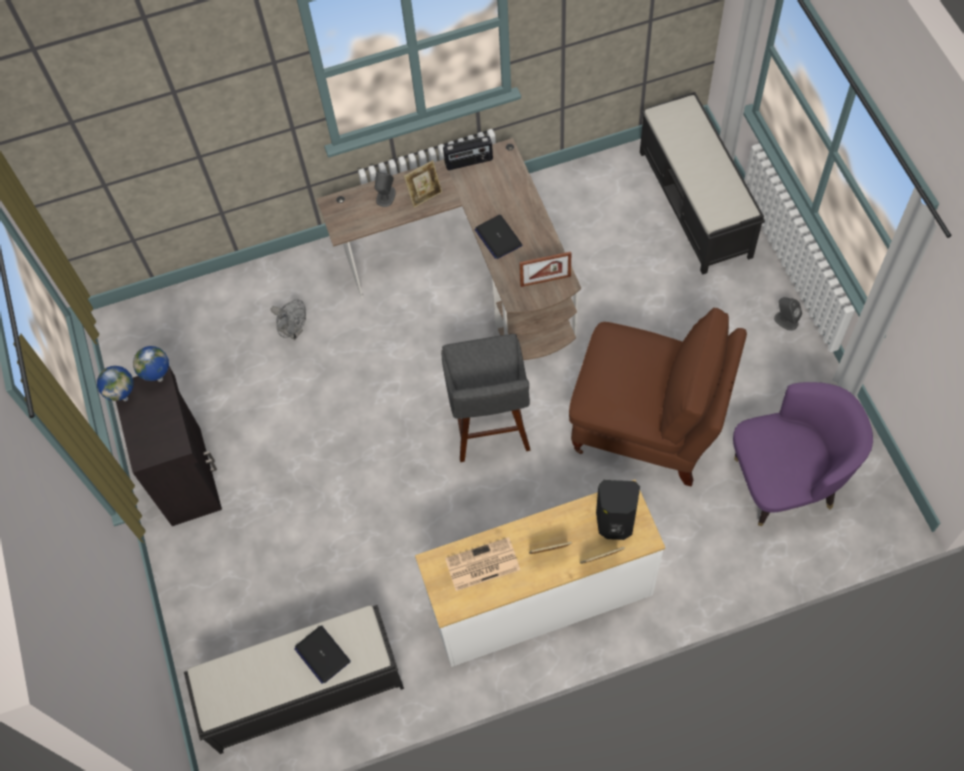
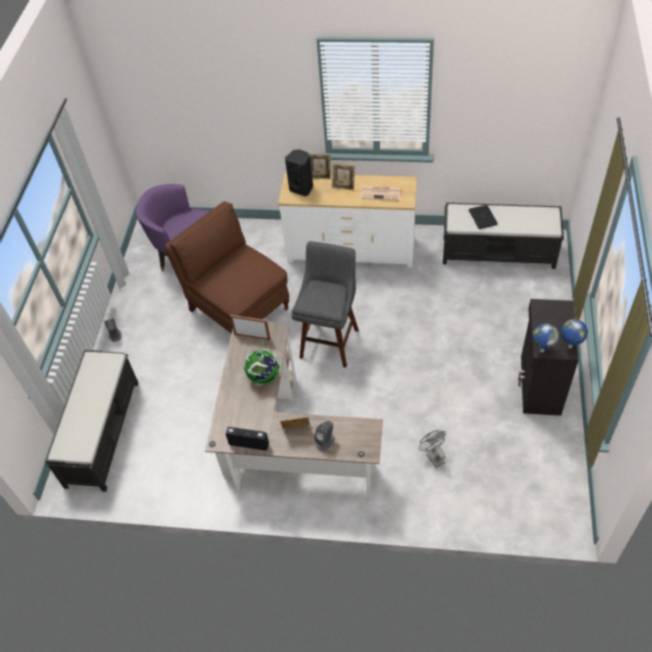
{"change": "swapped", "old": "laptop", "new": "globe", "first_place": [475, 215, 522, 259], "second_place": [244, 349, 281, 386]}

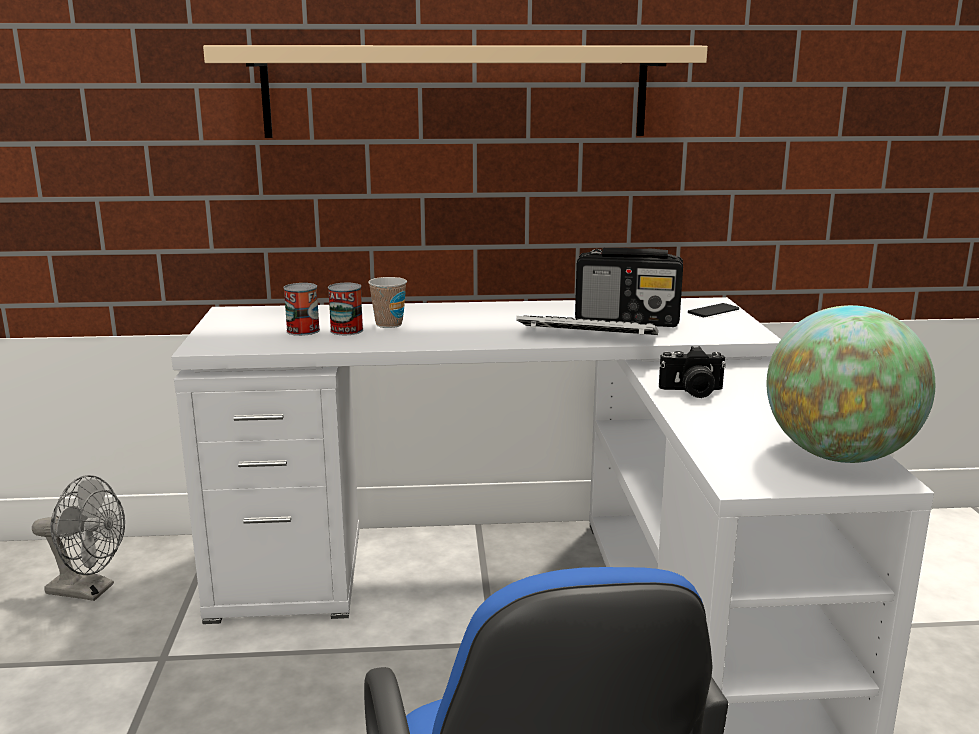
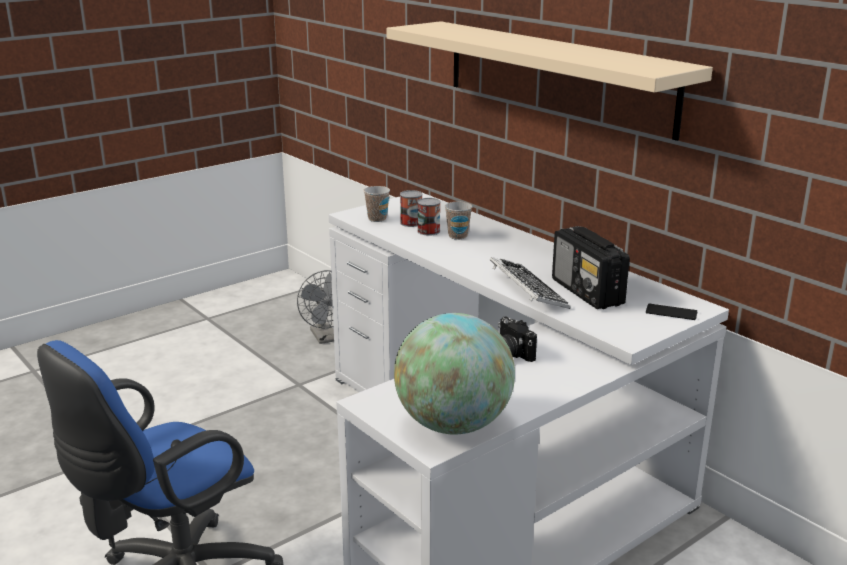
{"change": "new", "new": "cup", "second_place": [363, 186, 390, 222]}

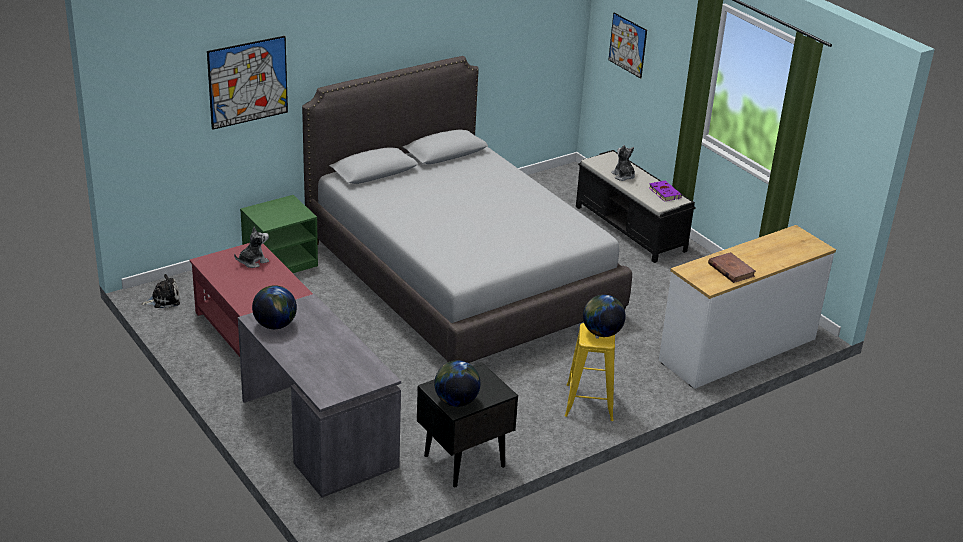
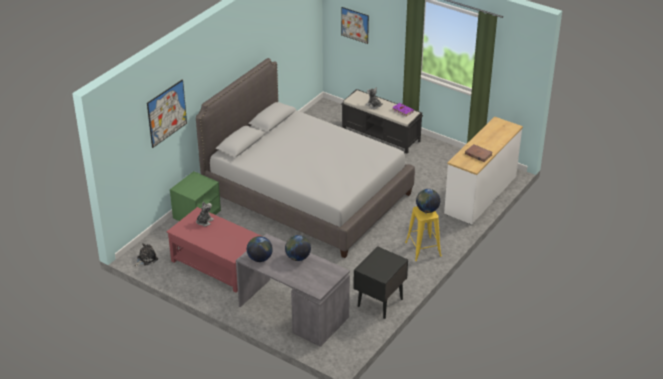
{"change": "shifted", "old": "globe", "first_place": [434, 360, 480, 407], "second_place": [285, 235, 311, 261]}

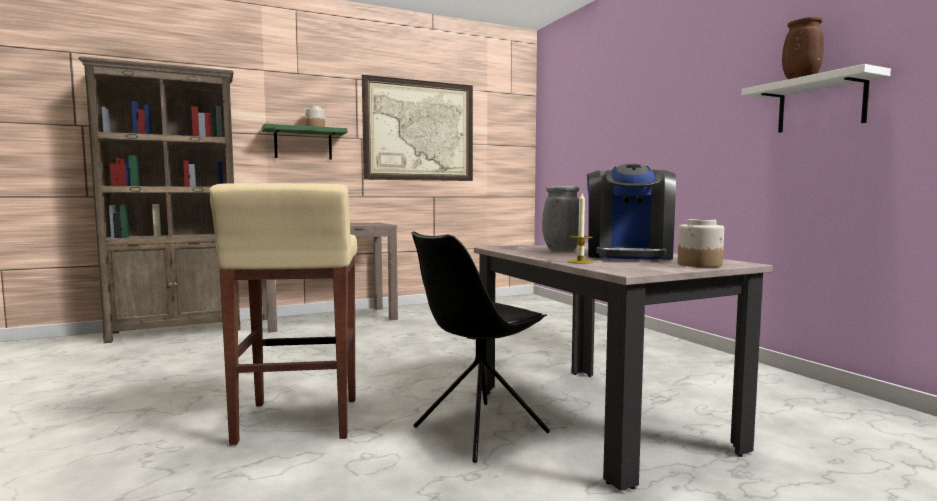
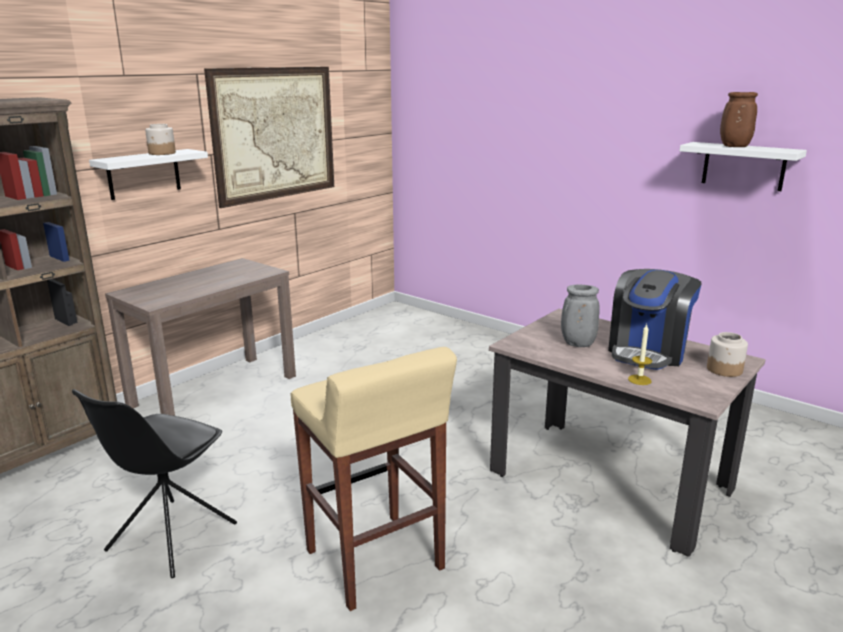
{"change": "repainted", "old": "green shelf", "new": "white shelf", "first_place": [262, 124, 347, 160], "second_place": [89, 149, 208, 200]}
{"change": "rotated", "old": "coffee machine", "first_place": [587, 163, 676, 260], "second_place": [608, 269, 701, 370], "degrees": 45}
{"change": "shifted", "old": "black chair", "first_place": [411, 231, 550, 463], "second_place": [72, 389, 237, 578]}

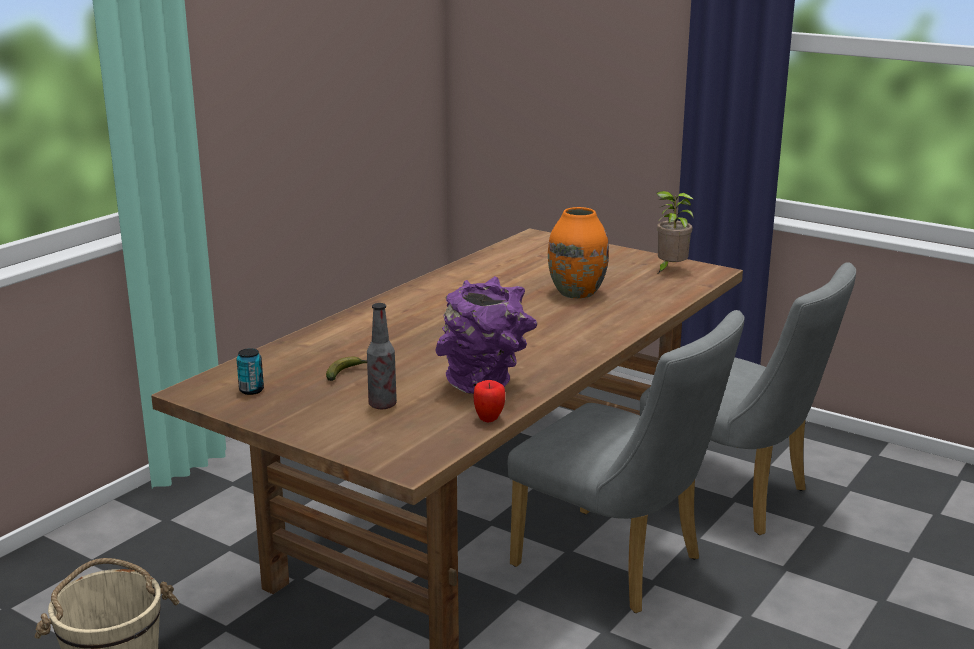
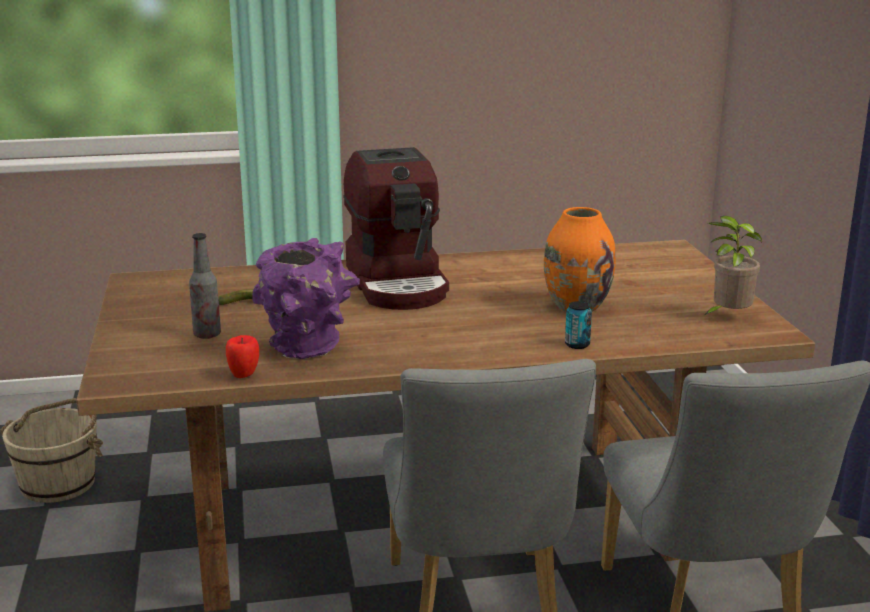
{"change": "shifted", "old": "can", "first_place": [236, 348, 264, 395], "second_place": [565, 301, 592, 349]}
{"change": "new", "new": "coffee machine", "second_place": [343, 147, 449, 310]}

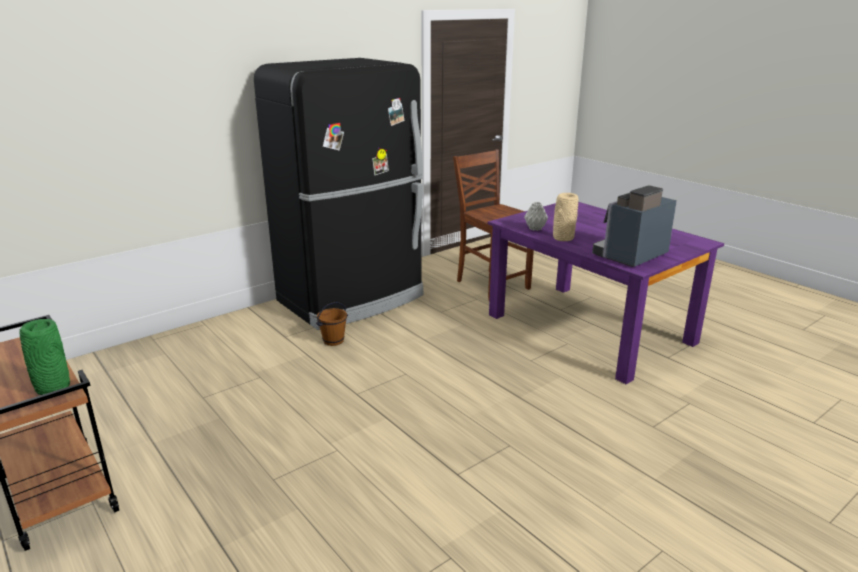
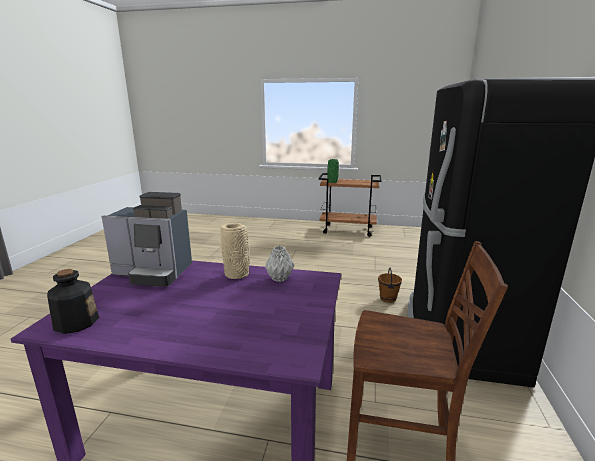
{"change": "rotated", "old": "coffee machine", "first_place": [592, 185, 677, 267], "second_place": [101, 192, 192, 287], "degrees": 90}
{"change": "new", "new": "bottle", "second_place": [47, 269, 99, 334]}

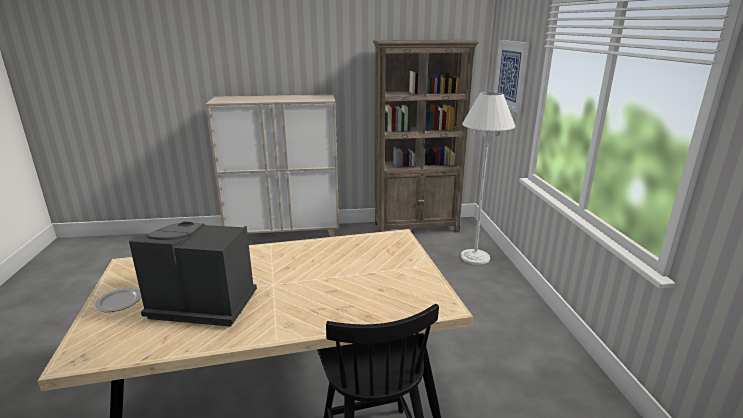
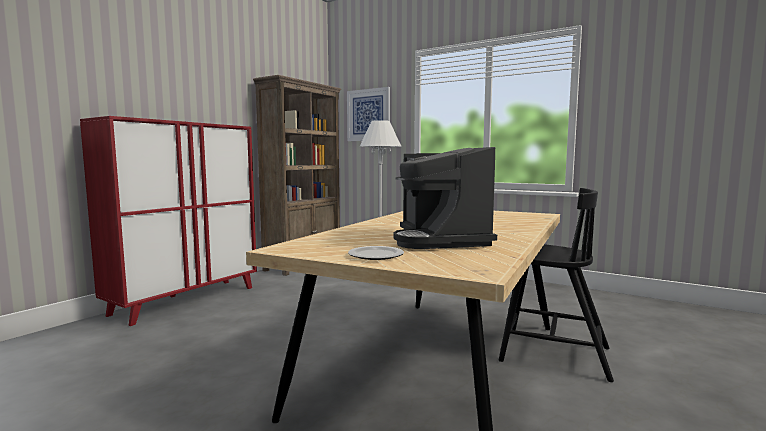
{"change": "repainted", "old": "beige cabinet", "new": "red cabinet", "first_place": [206, 95, 339, 237], "second_place": [80, 116, 257, 326]}
{"change": "rotated", "old": "coffee machine", "first_place": [129, 222, 257, 327], "second_place": [394, 147, 497, 249], "degrees": -60}

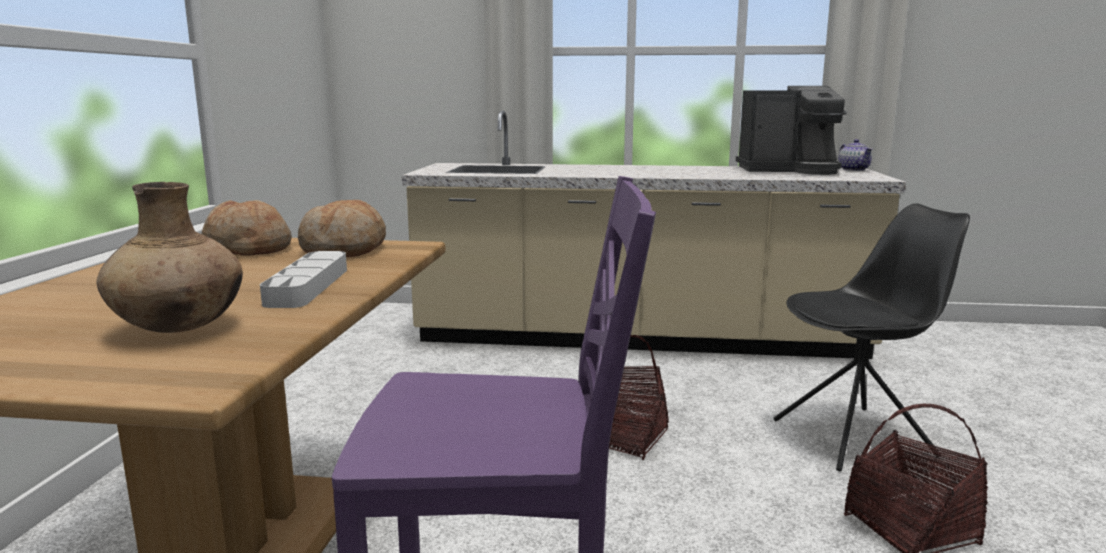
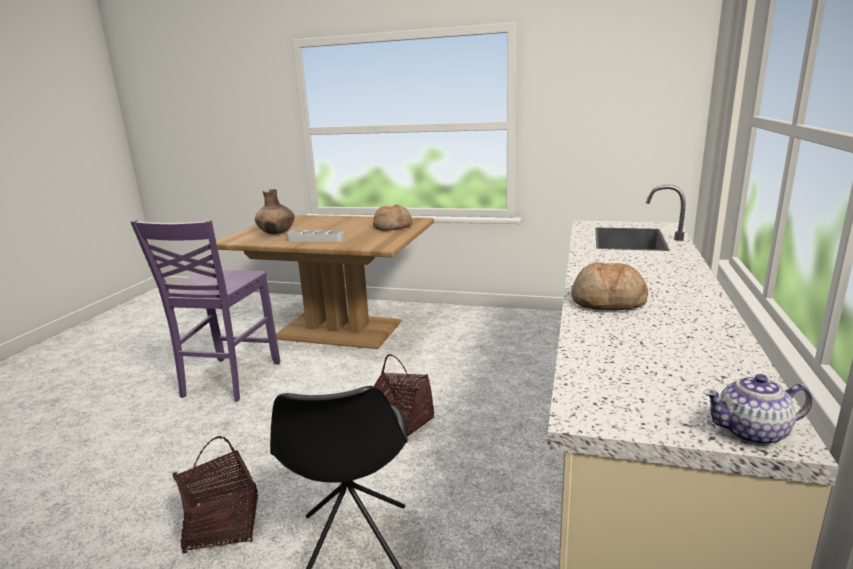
{"change": "gone", "old": "coffee machine", "first_place": [736, 86, 847, 175]}
{"change": "shifted", "old": "bread", "first_place": [298, 200, 386, 257], "second_place": [571, 261, 648, 310]}

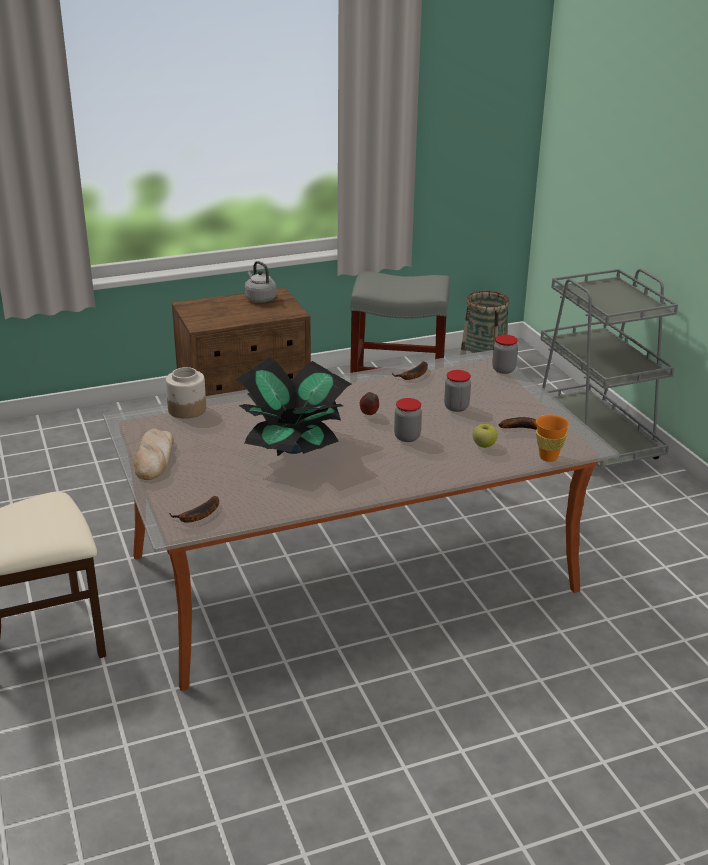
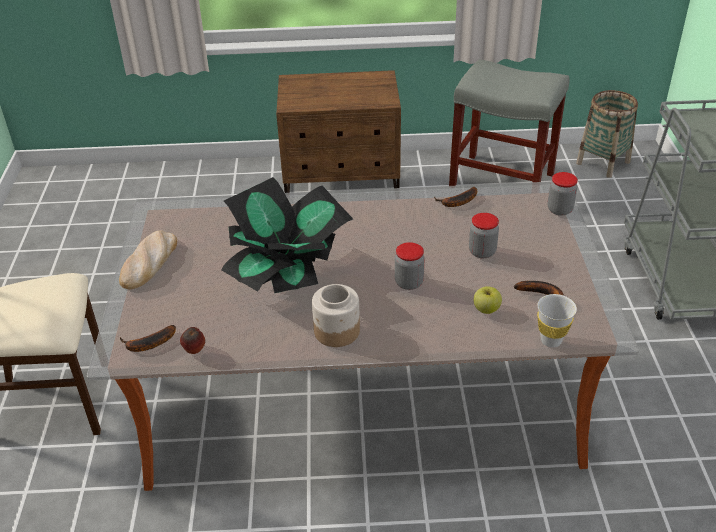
{"change": "gone", "old": "grey kettle", "first_place": [245, 261, 276, 303]}
{"change": "shifted", "old": "jar", "first_place": [166, 367, 206, 419], "second_place": [312, 284, 360, 347]}
{"change": "shifted", "old": "apple", "first_place": [360, 392, 379, 415], "second_place": [180, 327, 205, 354]}
{"change": "repainted", "old": "orange cup", "new": "white cup", "first_place": [536, 415, 569, 462], "second_place": [537, 294, 577, 348]}

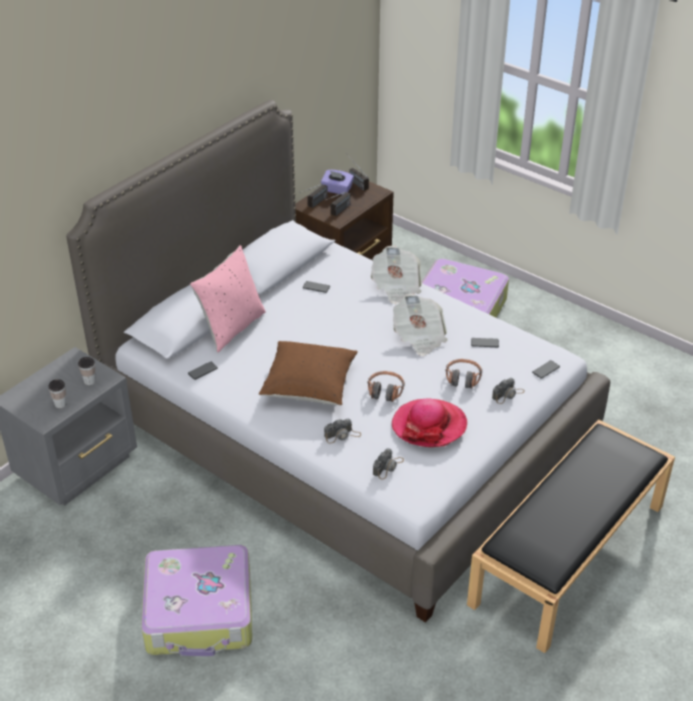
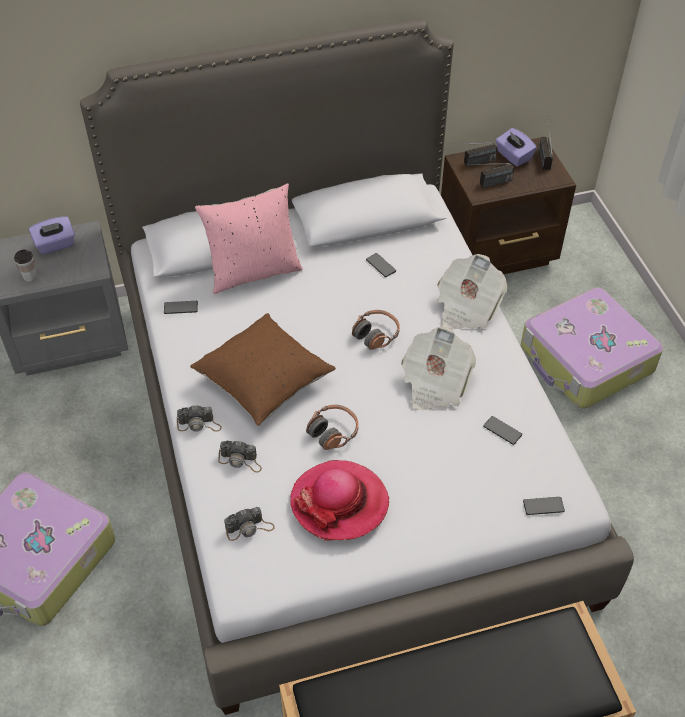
{"change": "gone", "old": "cup", "first_place": [78, 357, 96, 385]}
{"change": "shifted", "old": "headphones", "first_place": [445, 359, 482, 389], "second_place": [352, 310, 400, 350]}
{"change": "shifted", "old": "photo camera", "first_place": [492, 378, 525, 404], "second_place": [176, 406, 222, 432]}
{"change": "new", "new": "purple tissue box", "second_place": [29, 217, 75, 255]}

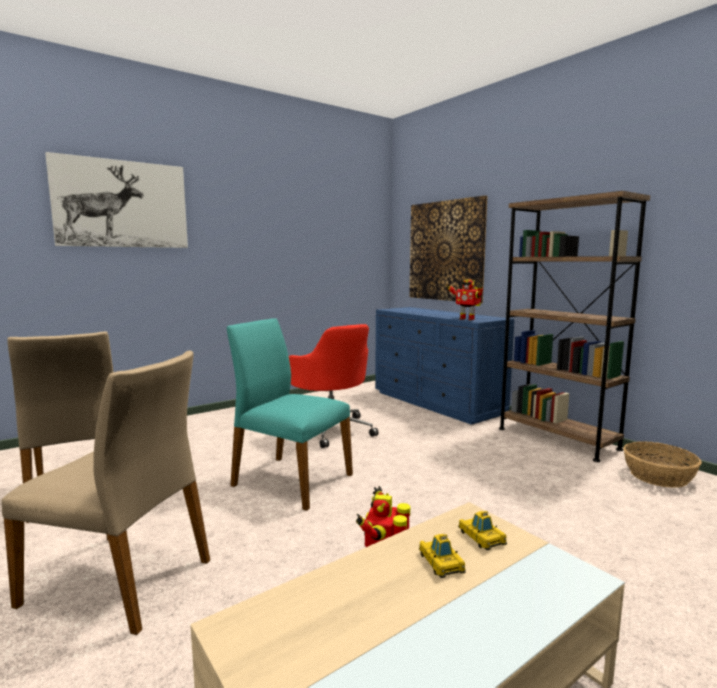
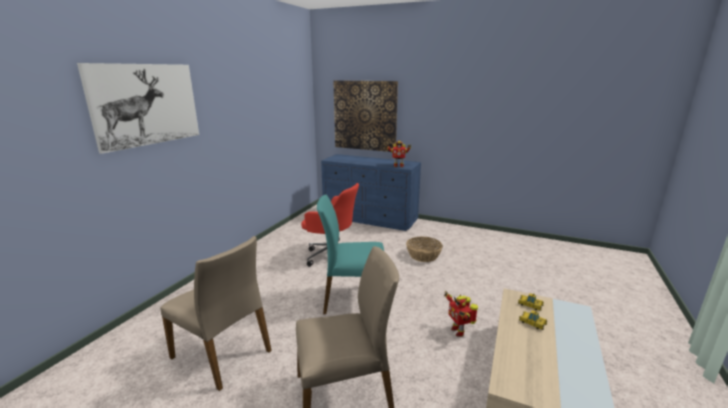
{"change": "gone", "old": "brown bookcase", "first_place": [499, 191, 650, 462]}
{"change": "shifted", "old": "basket", "first_place": [623, 441, 702, 488], "second_place": [406, 236, 443, 262]}

